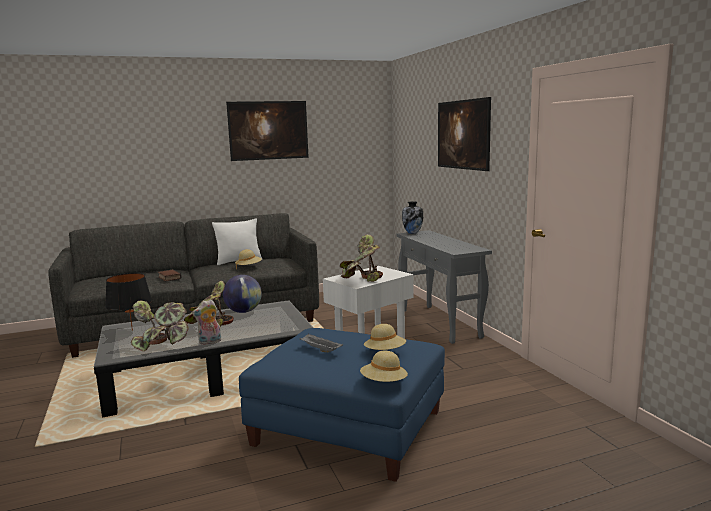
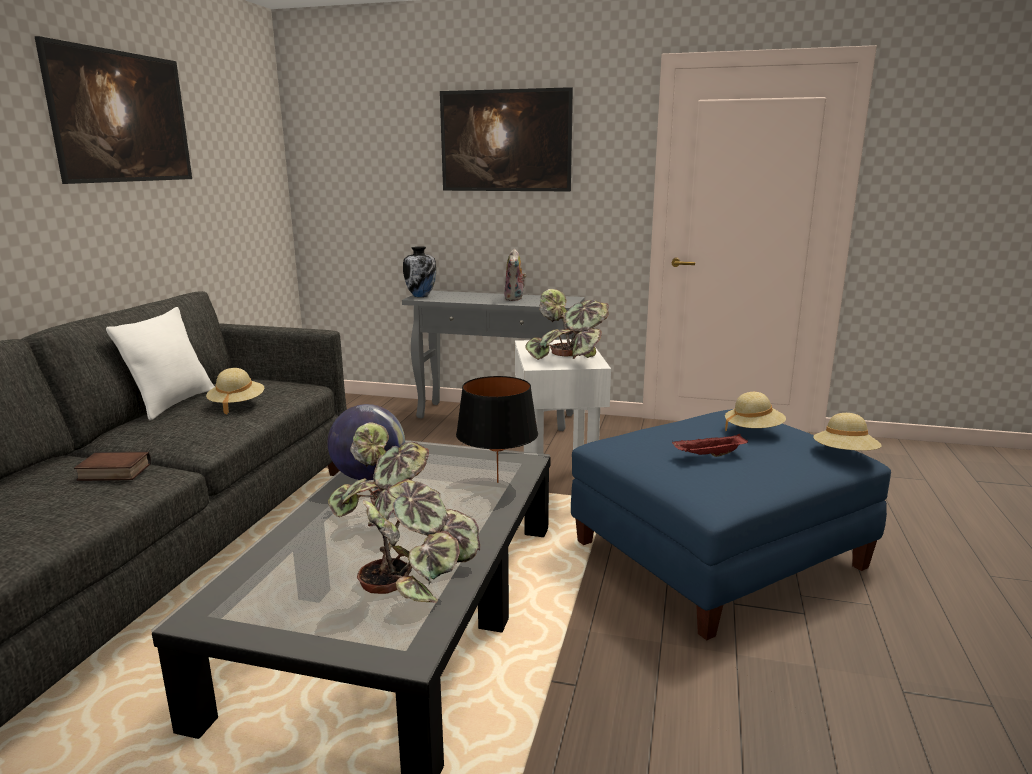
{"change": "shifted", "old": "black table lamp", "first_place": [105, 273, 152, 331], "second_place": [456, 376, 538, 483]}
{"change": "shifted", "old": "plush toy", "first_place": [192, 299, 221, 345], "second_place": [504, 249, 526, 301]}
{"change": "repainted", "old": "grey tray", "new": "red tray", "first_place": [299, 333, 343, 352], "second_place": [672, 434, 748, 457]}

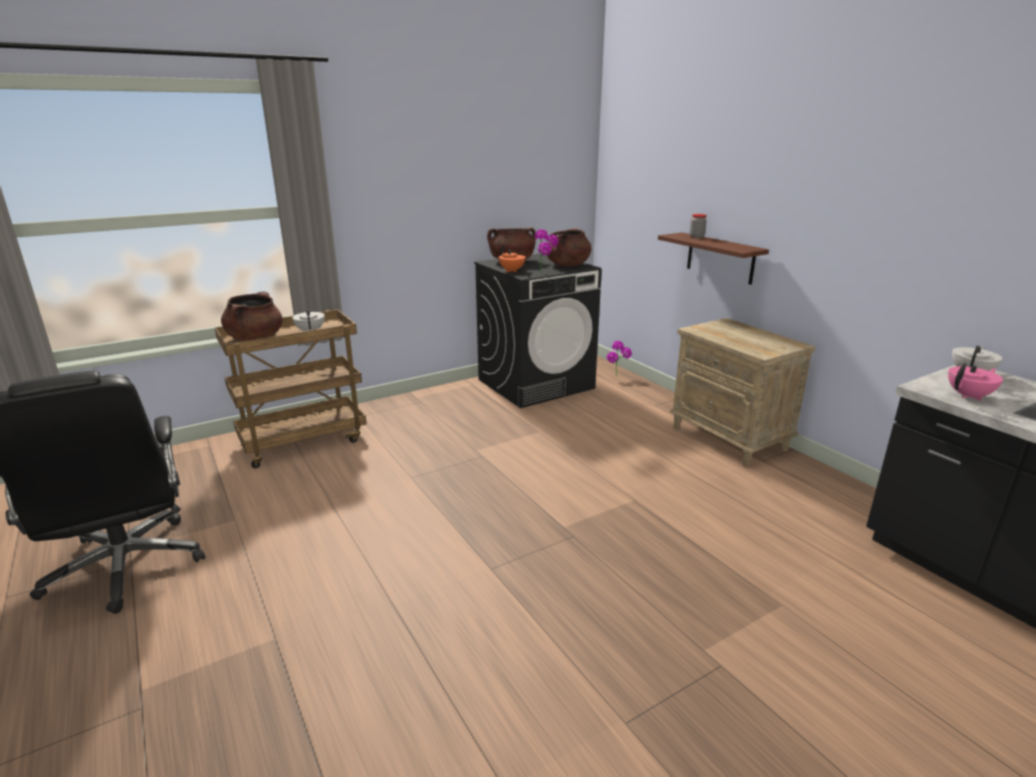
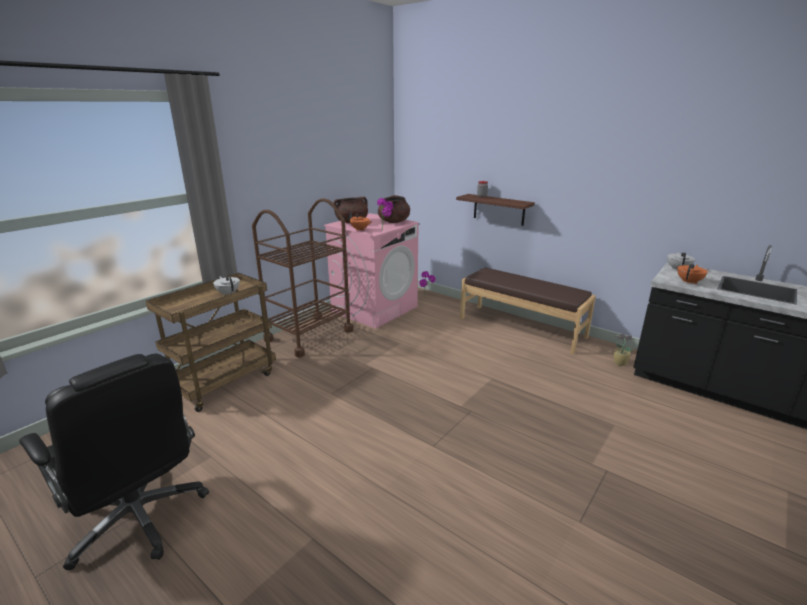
{"change": "repainted", "old": "black washing machine", "new": "pink washing machine", "first_place": [474, 253, 602, 408], "second_place": [324, 213, 419, 329]}
{"change": "gone", "old": "brown cooking pot", "first_place": [221, 291, 283, 341]}
{"change": "swapped", "old": "beige nightstand", "new": "brown bench", "first_place": [669, 318, 815, 467], "second_place": [460, 268, 596, 354]}
{"change": "repainted", "old": "pink teapot", "new": "orange teapot", "first_place": [948, 363, 1003, 401], "second_place": [677, 264, 708, 284]}
{"change": "new", "new": "brown cart", "second_place": [252, 198, 353, 358]}
{"change": "new", "new": "potted plant", "second_place": [614, 334, 634, 366]}

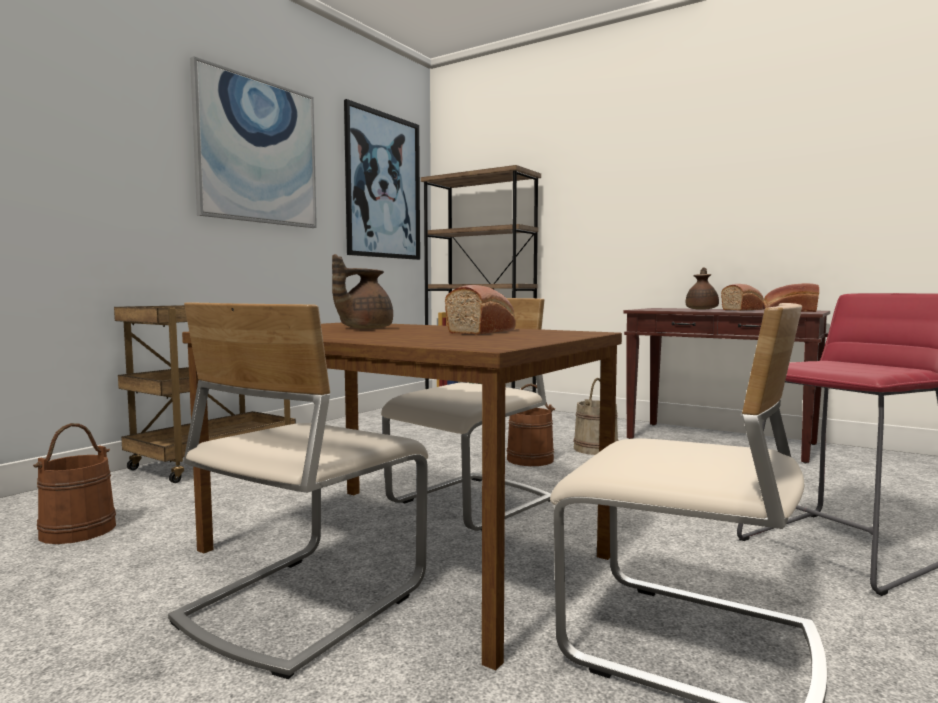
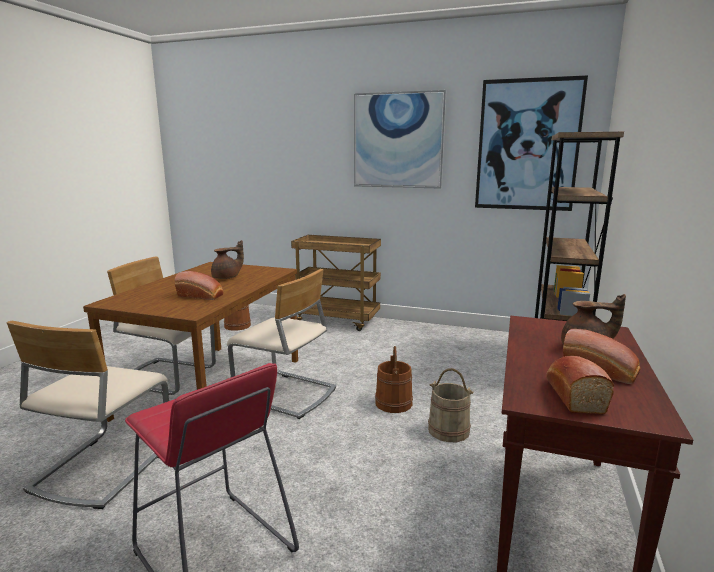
{"change": "rotated", "old": "brown teapot", "first_place": [332, 254, 393, 329], "second_place": [211, 240, 244, 279], "degrees": 120}

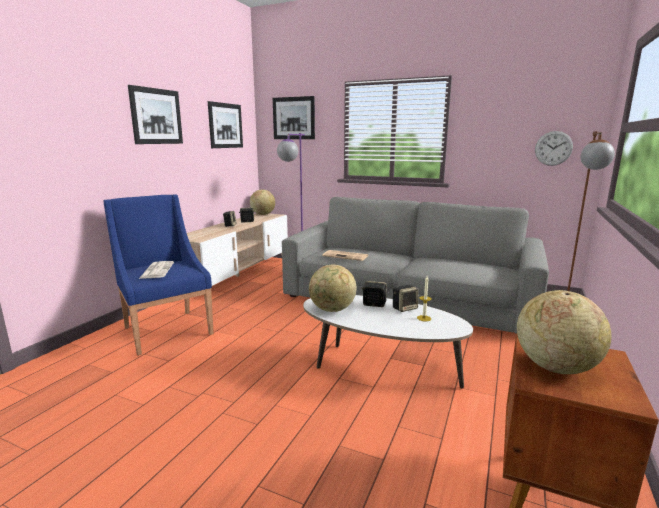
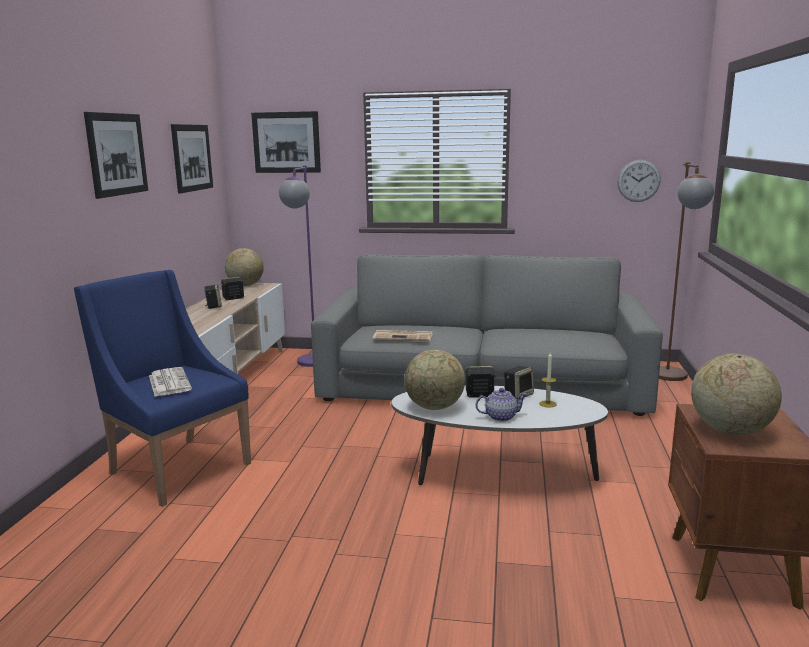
{"change": "new", "new": "teapot", "second_place": [476, 388, 527, 421]}

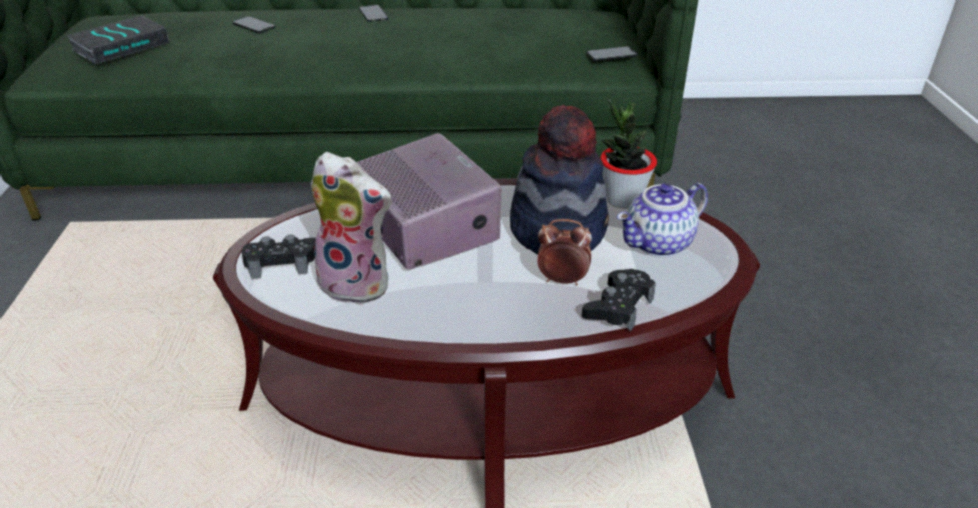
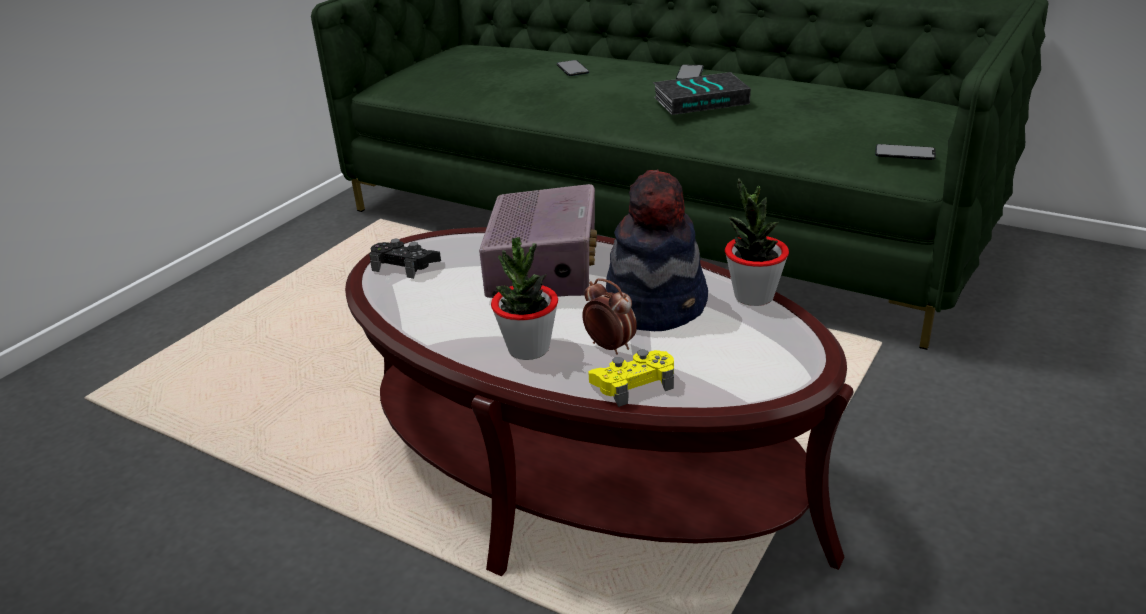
{"change": "shifted", "old": "book", "first_place": [67, 16, 169, 64], "second_place": [653, 72, 751, 115]}
{"change": "gone", "old": "plush toy", "first_place": [311, 152, 392, 305]}
{"change": "gone", "old": "teapot", "first_place": [617, 183, 708, 257]}
{"change": "repainted", "old": "black game controller", "new": "yellow game controller", "first_place": [582, 269, 656, 332], "second_place": [588, 350, 674, 407]}
{"change": "new", "new": "potted plant", "second_place": [491, 237, 558, 360]}

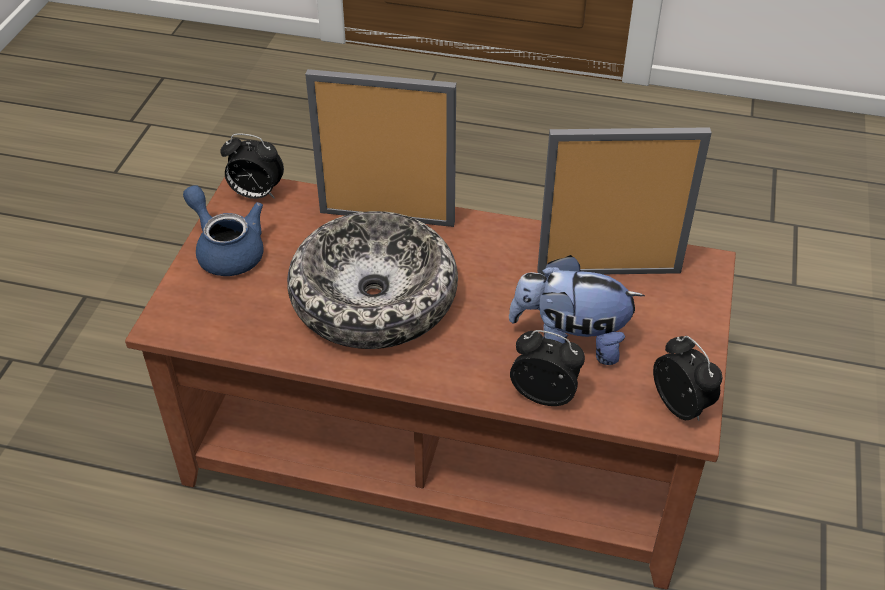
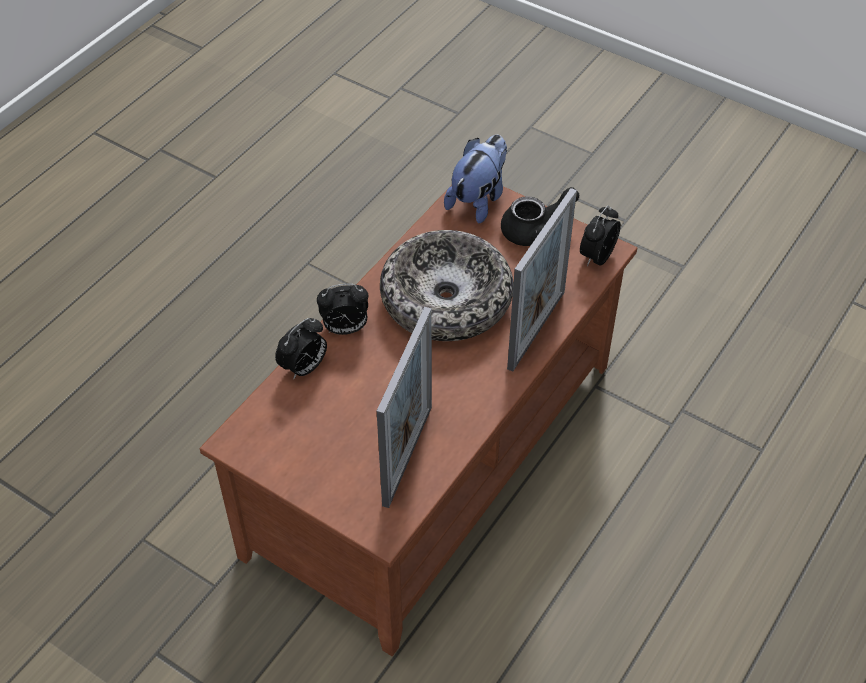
{"change": "repainted", "old": "blue teapot", "new": "black teapot", "first_place": [183, 185, 264, 276], "second_place": [501, 187, 579, 246]}
{"change": "shifted", "old": "plush toy", "first_place": [509, 255, 645, 365], "second_place": [444, 135, 507, 223]}
{"change": "shifted", "old": "alarm clock", "first_place": [653, 336, 722, 421], "second_place": [317, 284, 368, 335]}

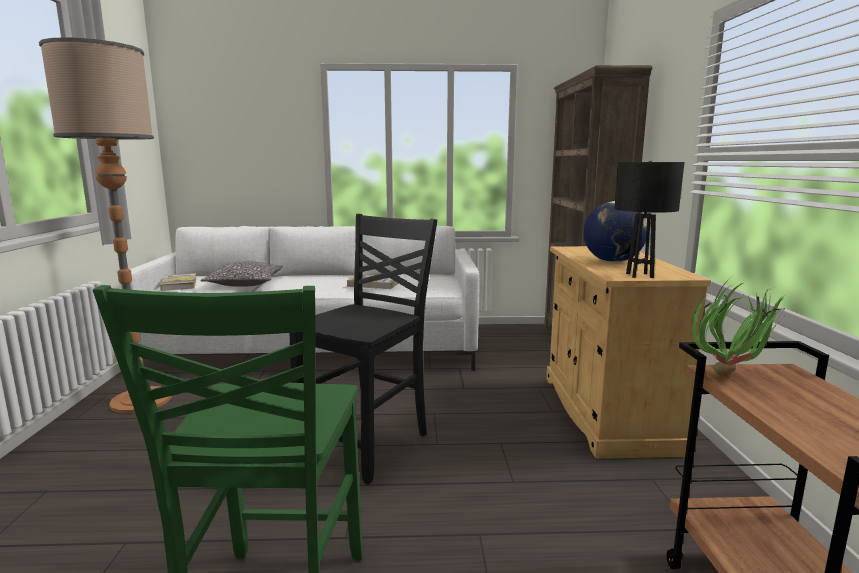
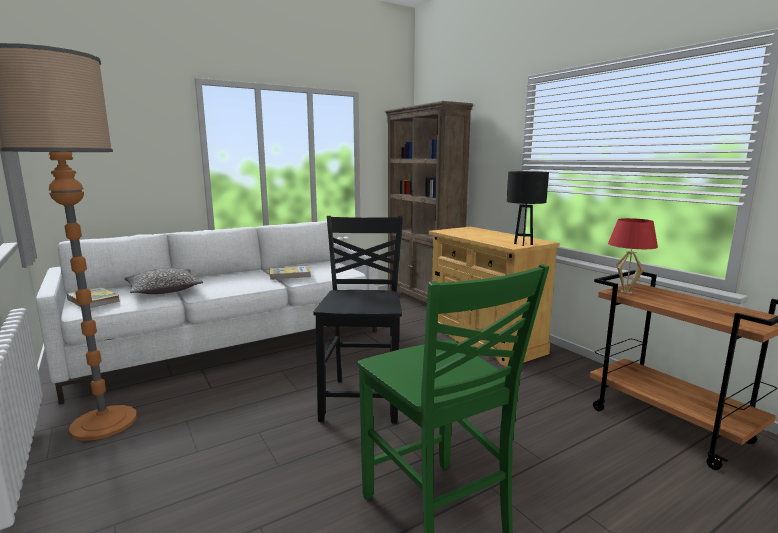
{"change": "gone", "old": "globe", "first_place": [584, 201, 647, 262]}
{"change": "swapped", "old": "potted plant", "new": "red table lamp", "first_place": [692, 281, 790, 375], "second_place": [608, 218, 658, 294]}

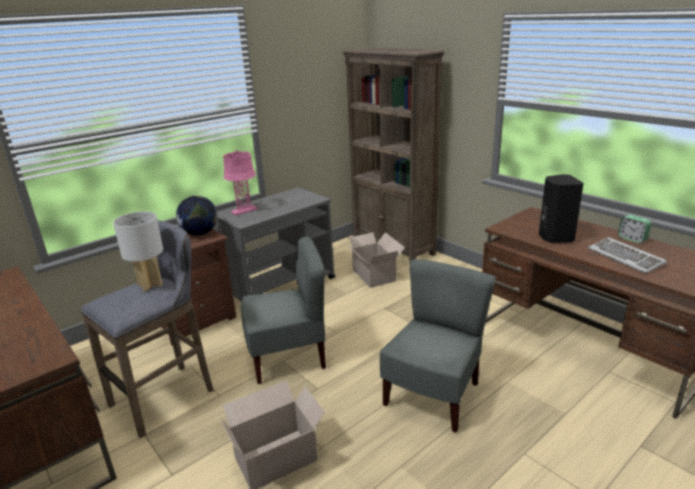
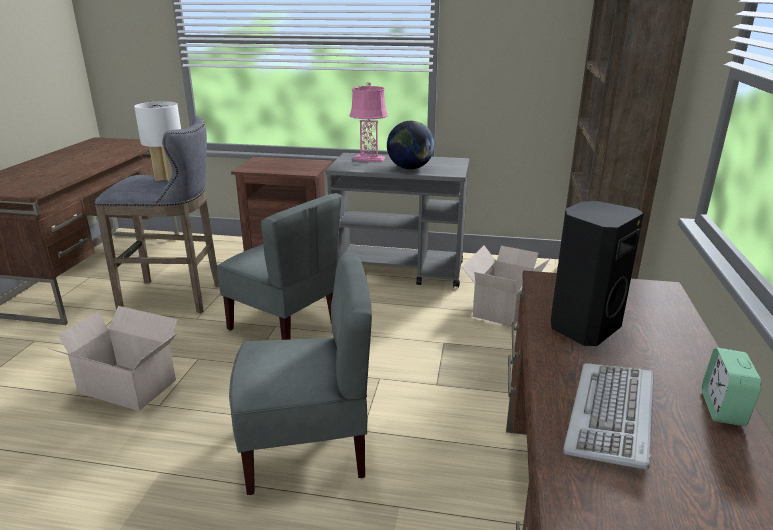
{"change": "shifted", "old": "globe", "first_place": [176, 196, 217, 236], "second_place": [387, 121, 435, 169]}

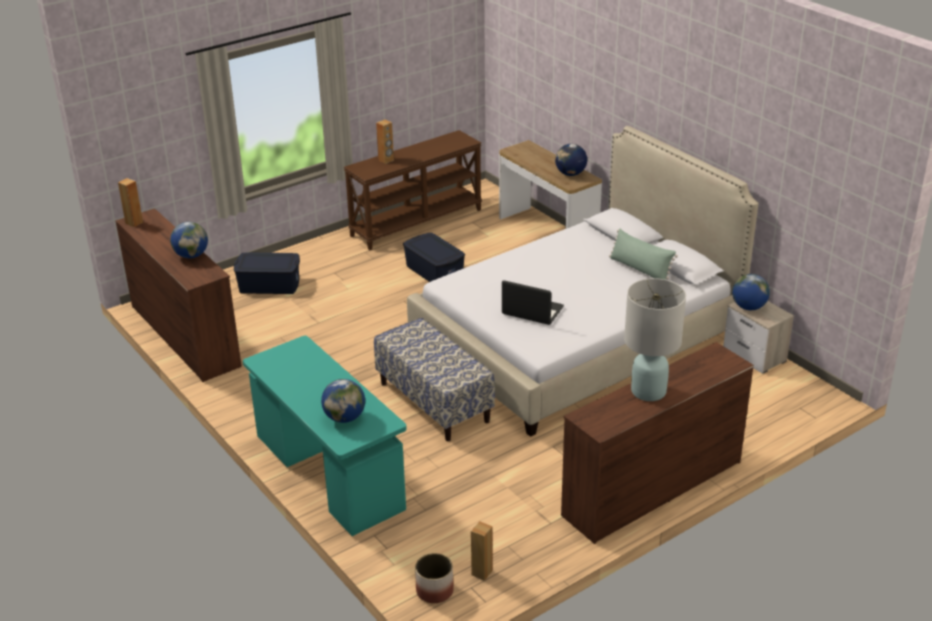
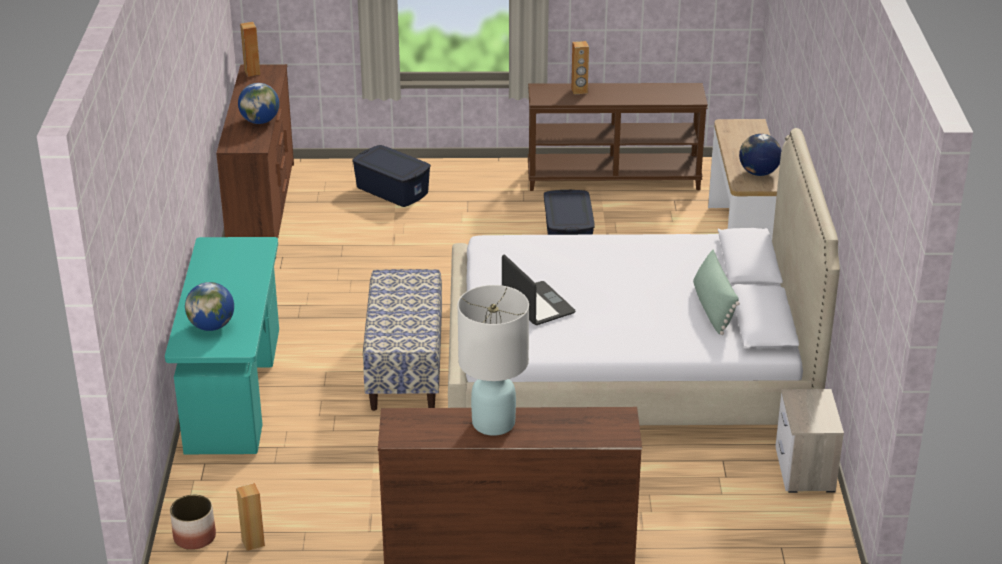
{"change": "gone", "old": "globe", "first_place": [732, 274, 770, 310]}

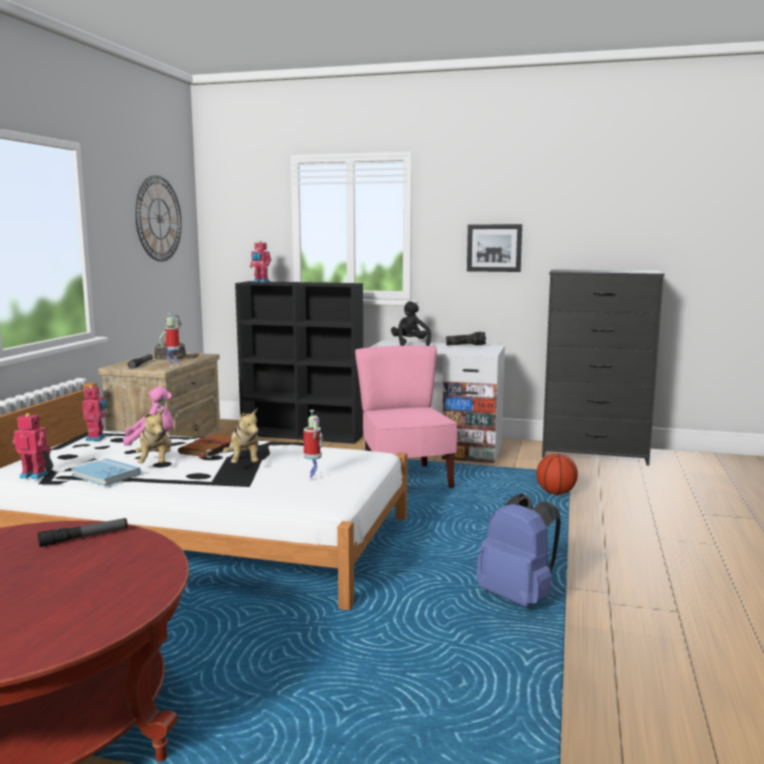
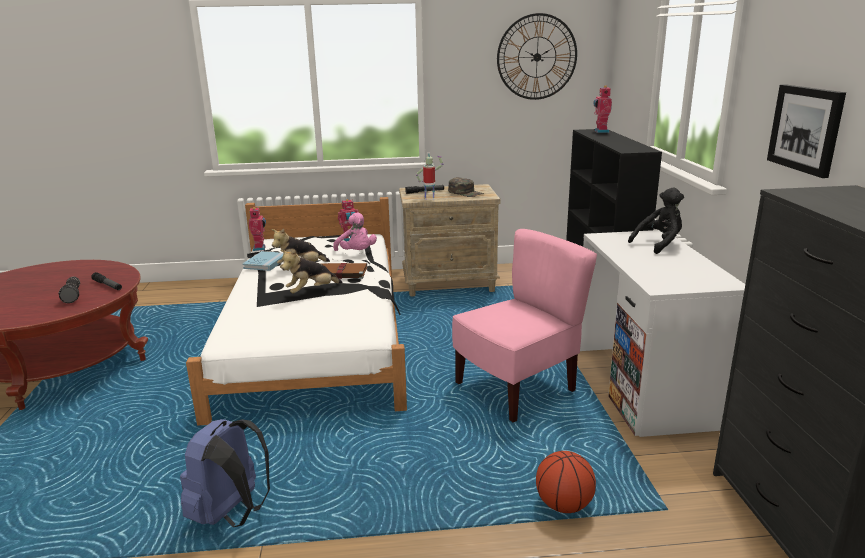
{"change": "shifted", "old": "flashlight", "first_place": [446, 332, 486, 346], "second_place": [58, 277, 80, 303]}
{"change": "gone", "old": "toy robot", "first_place": [303, 410, 323, 480]}

